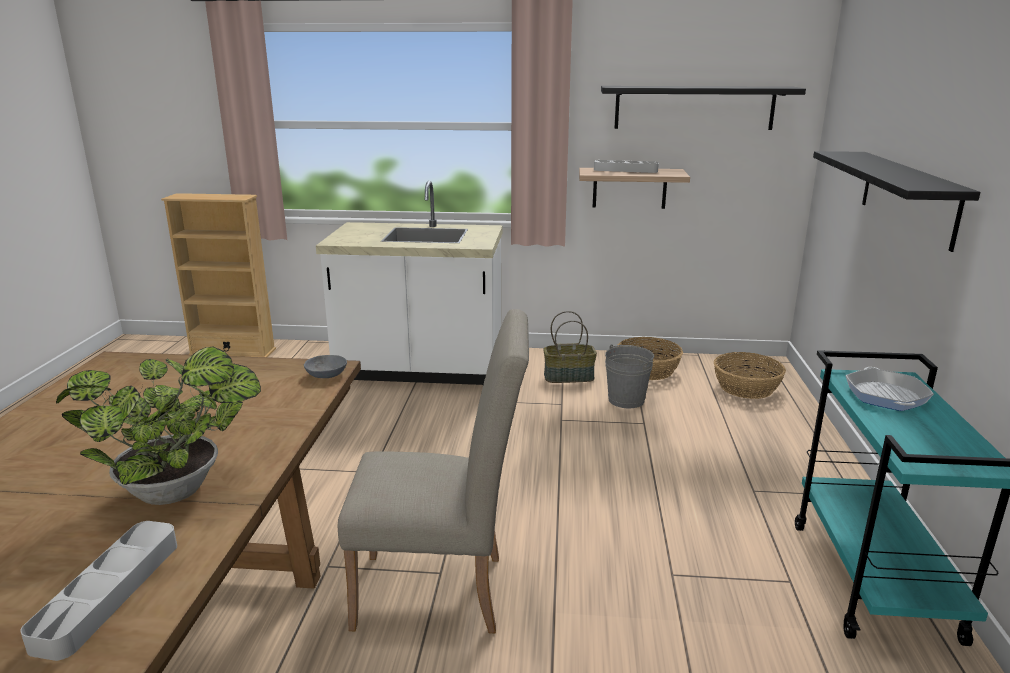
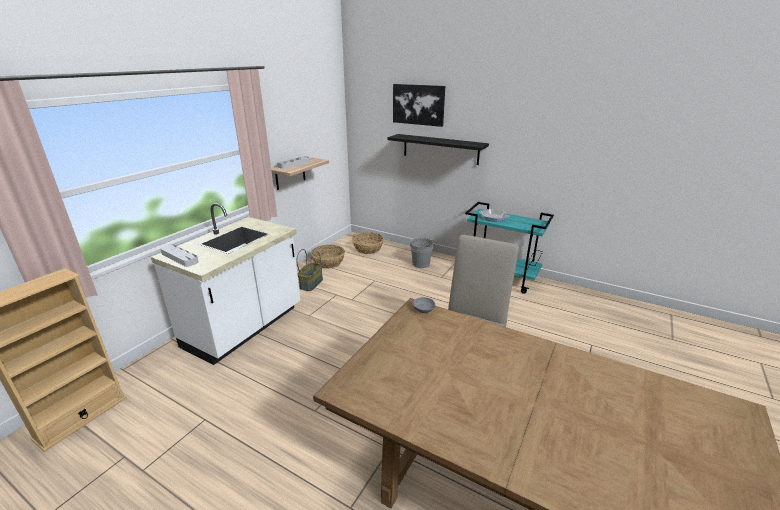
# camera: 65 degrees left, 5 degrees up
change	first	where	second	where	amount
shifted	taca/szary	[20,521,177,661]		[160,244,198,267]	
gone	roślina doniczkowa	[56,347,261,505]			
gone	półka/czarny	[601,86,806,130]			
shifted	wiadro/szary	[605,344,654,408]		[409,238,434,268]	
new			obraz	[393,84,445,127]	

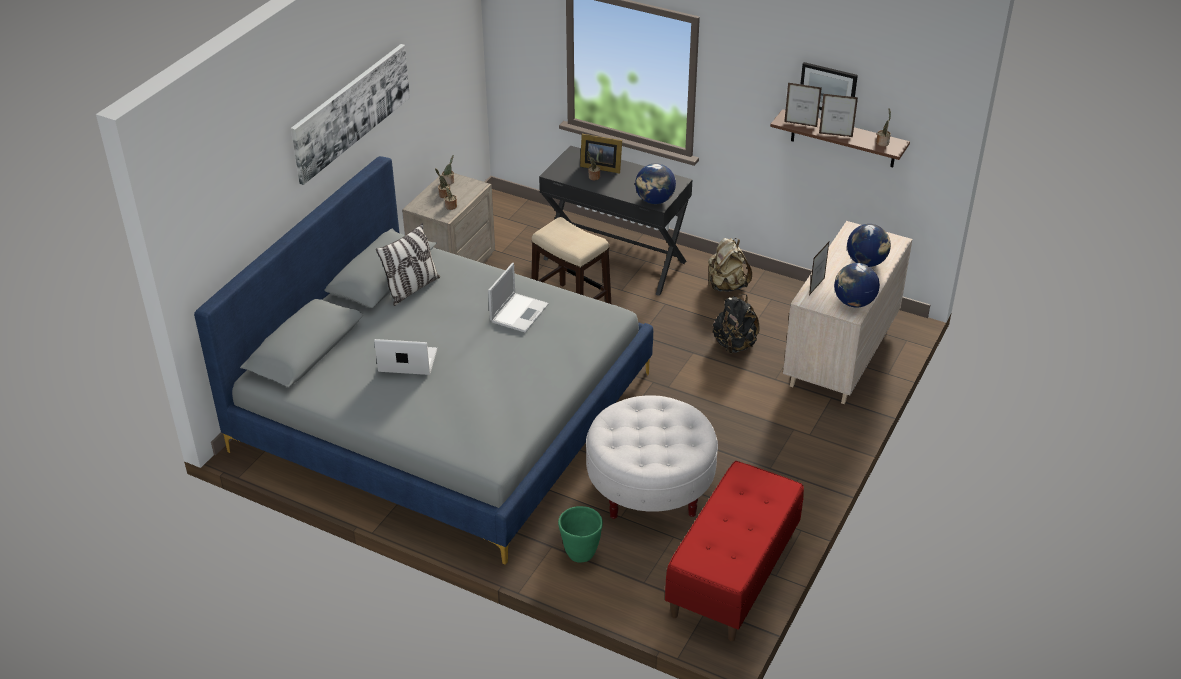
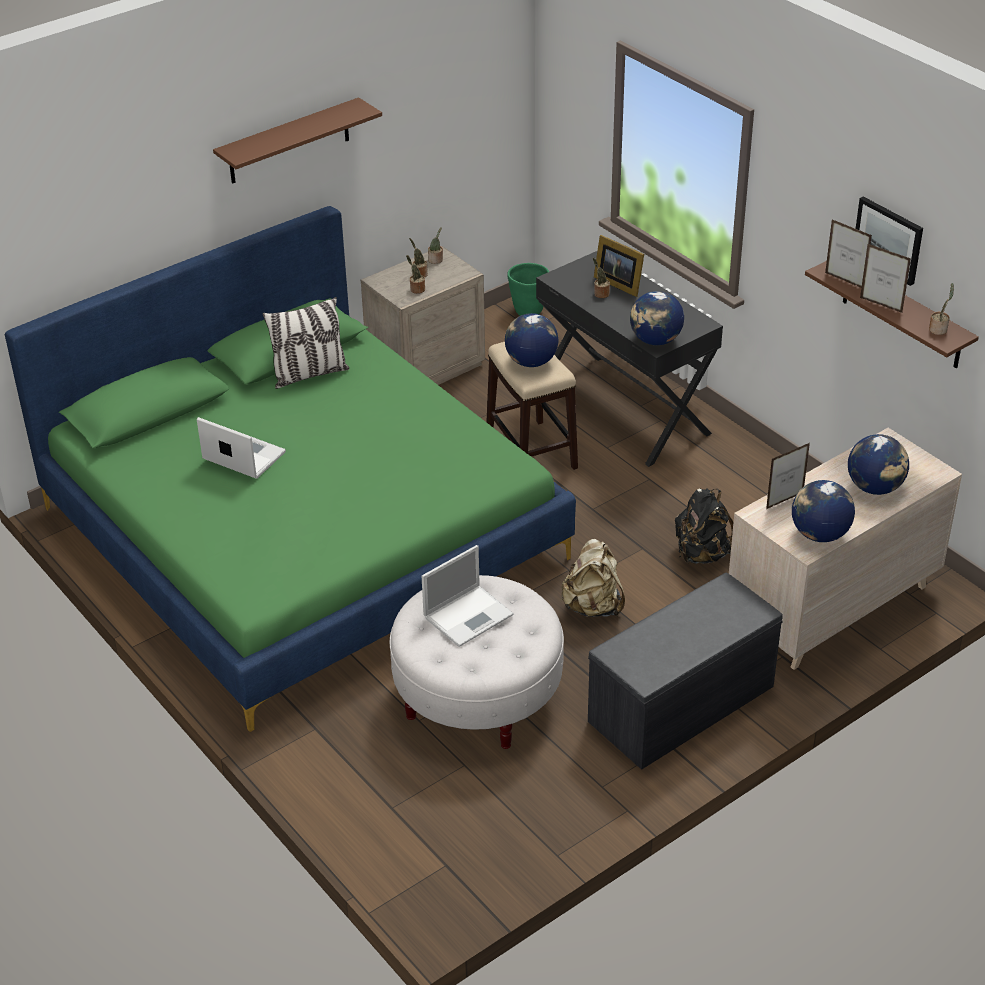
# camera: 25 degrees right, 0 degrees up
change	first	where	second	where	amount
repainted	łóżko/szary	[194,156,653,565]	łóżko/zielony	[5,206,576,732]	
swapped	obraz	[291,44,410,185]	półka/brązowy	[213,97,382,184]	
shifted	laptop	[488,263,549,333]		[422,545,514,647]	
shifted	donica/zielony	[558,506,603,562]		[507,263,549,316]	
gone	ławka/czerwony	[665,461,804,641]			
shifted	plecak/beżowy	[708,238,752,292]		[561,539,625,617]	
new			globus	[505,313,558,367]	
new			ławka/szary	[588,573,783,770]	

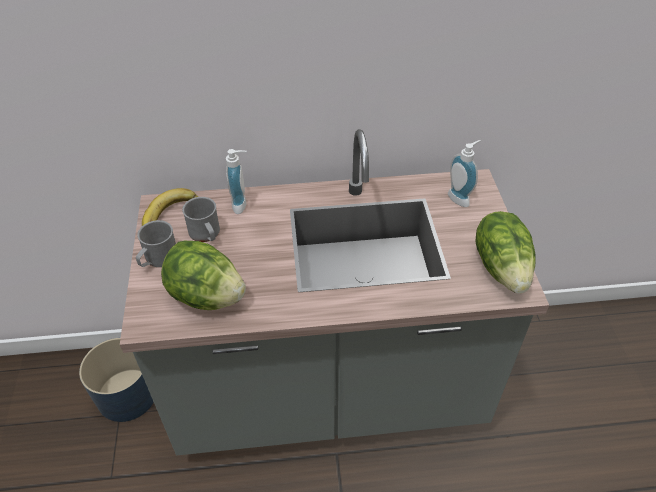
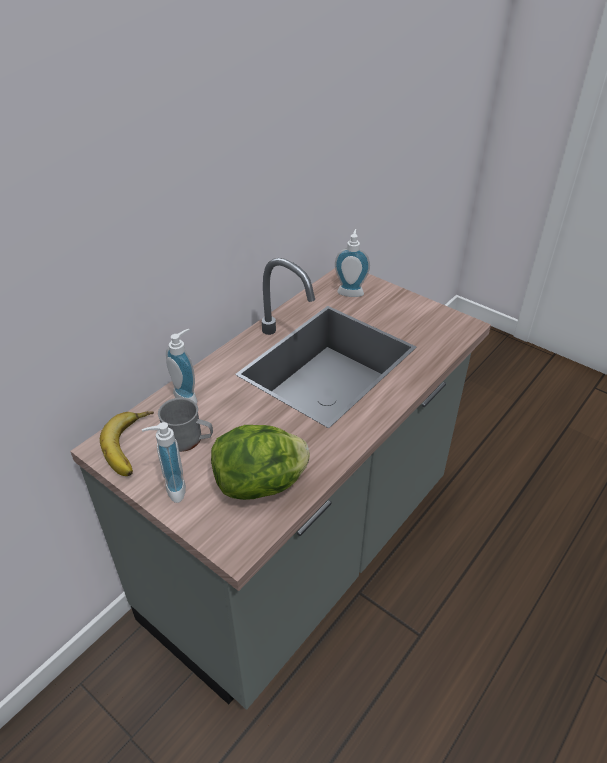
# camera: 45 degrees left, 5 degrees down
change	first	where	second	where	amount
gone	donica/niebieski	[79,338,154,422]			
swapped	kubek/szary	[136,220,176,267]	dozownik mydła	[142,422,186,503]	
gone	sałata	[475,211,535,294]			

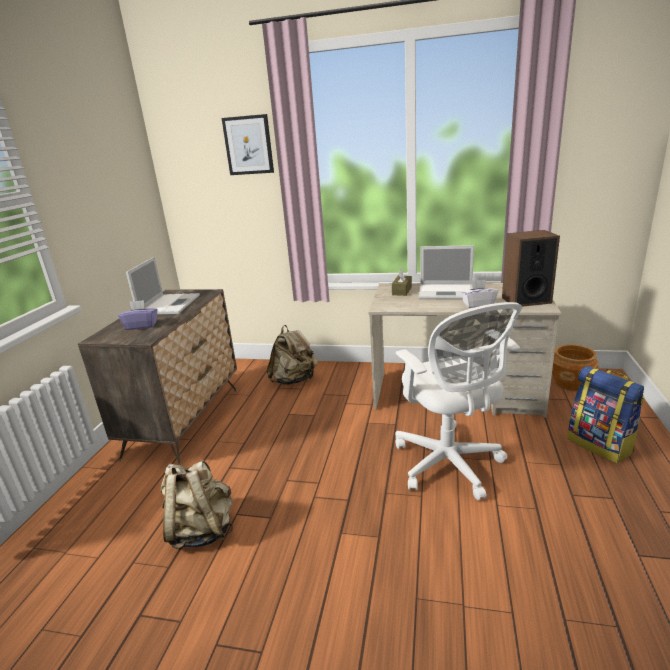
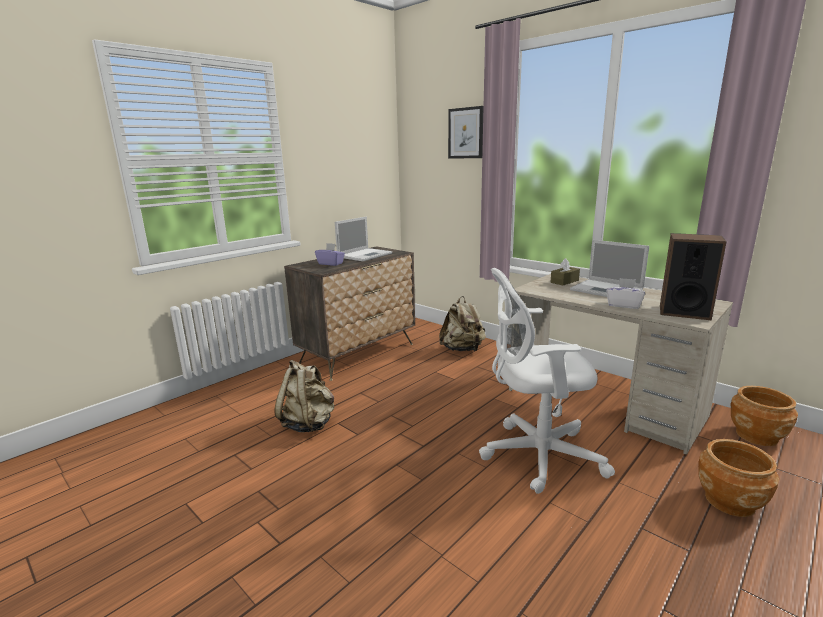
# camera: 30 degrees right, 5 degrees down
change	first	where	second	where	amount
rotated	krzesło biurowe/biały	[395,302,523,501]		[479,268,615,494]	75 degrees clockwise
swapped	plecak	[567,366,645,463]	donica/brązowy	[698,439,779,517]	

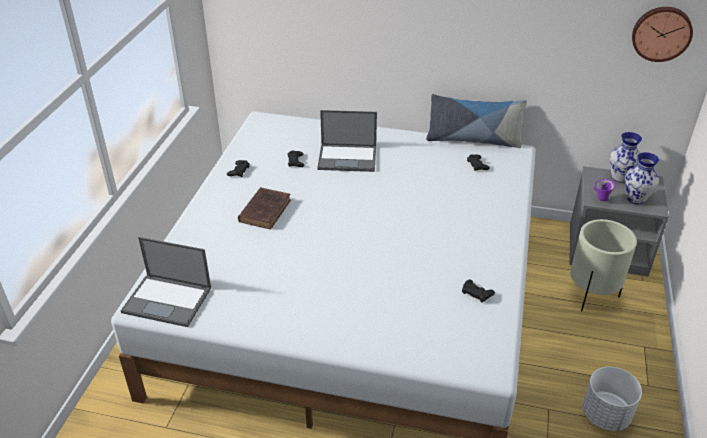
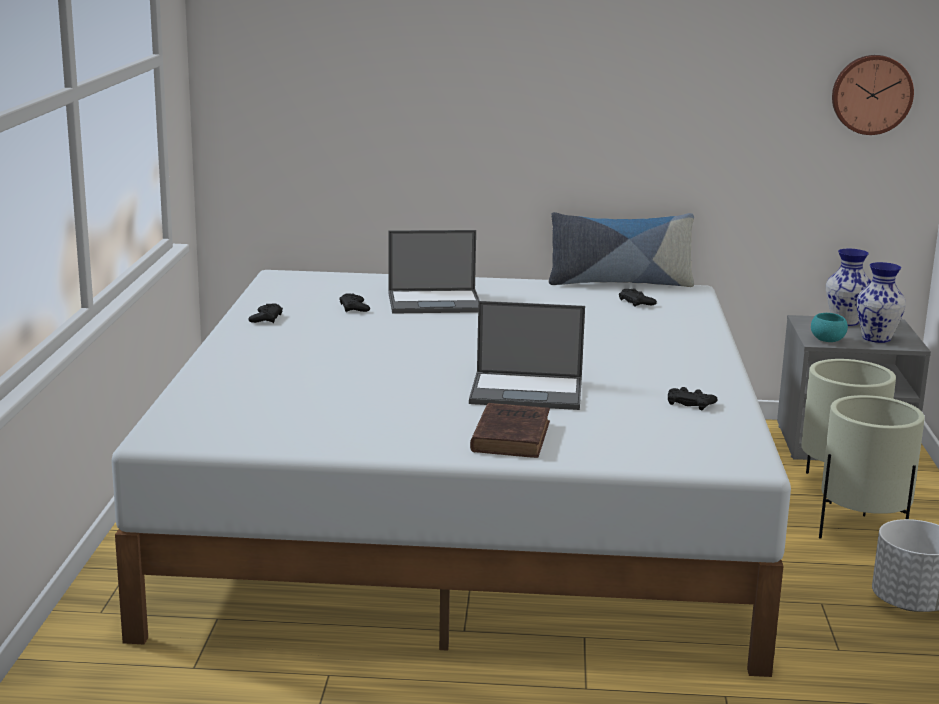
# camera: 10 degrees left, 20 degrees down
change	first	where	second	where	amount
shifted	laptop	[121,237,211,327]		[469,301,585,410]	
shifted	książka/brązowy	[238,187,291,229]		[470,403,550,458]	
swapped	kubek/fioletowy	[594,179,616,201]	miska/turkusowy	[811,313,848,342]	
new			donica/beżowy	[819,395,925,538]	

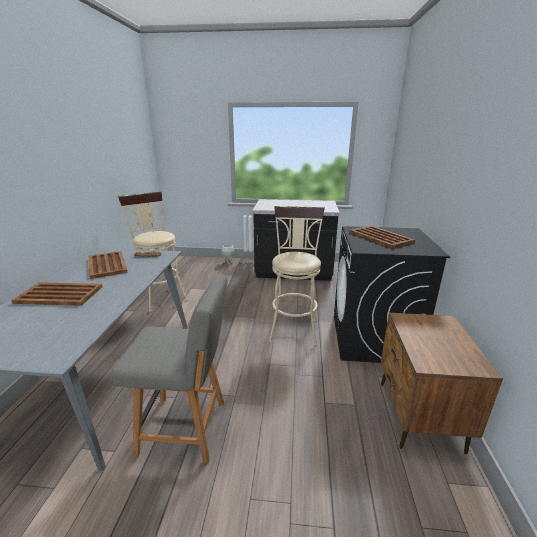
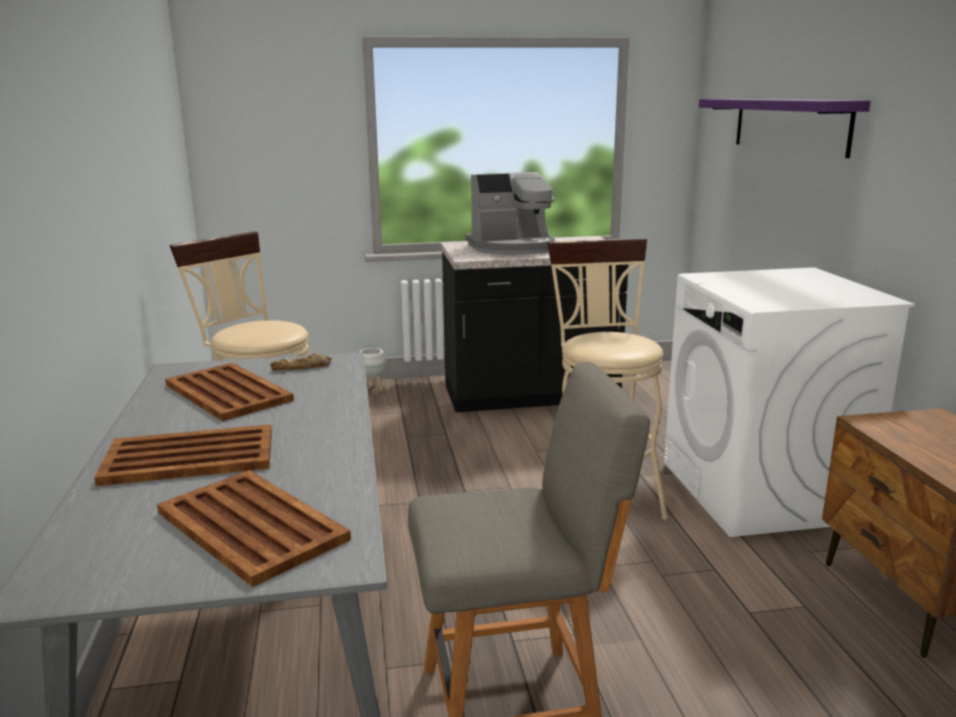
# camera: 15 degrees left, 5 degrees down
change	first	where	second	where	amount
repainted	pralka/czarny	[334,226,450,363]	pralka/biały	[664,267,915,537]	
shifted	taca/brązowy	[350,226,415,248]		[157,470,351,587]	
new			ekspres do kawy	[466,172,555,255]	
new			półka/fioletowy	[699,99,870,158]	

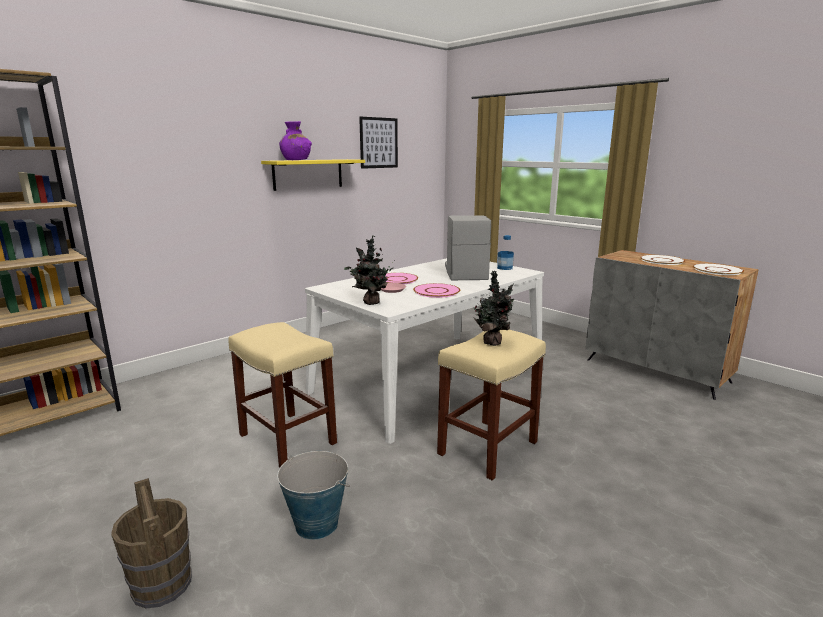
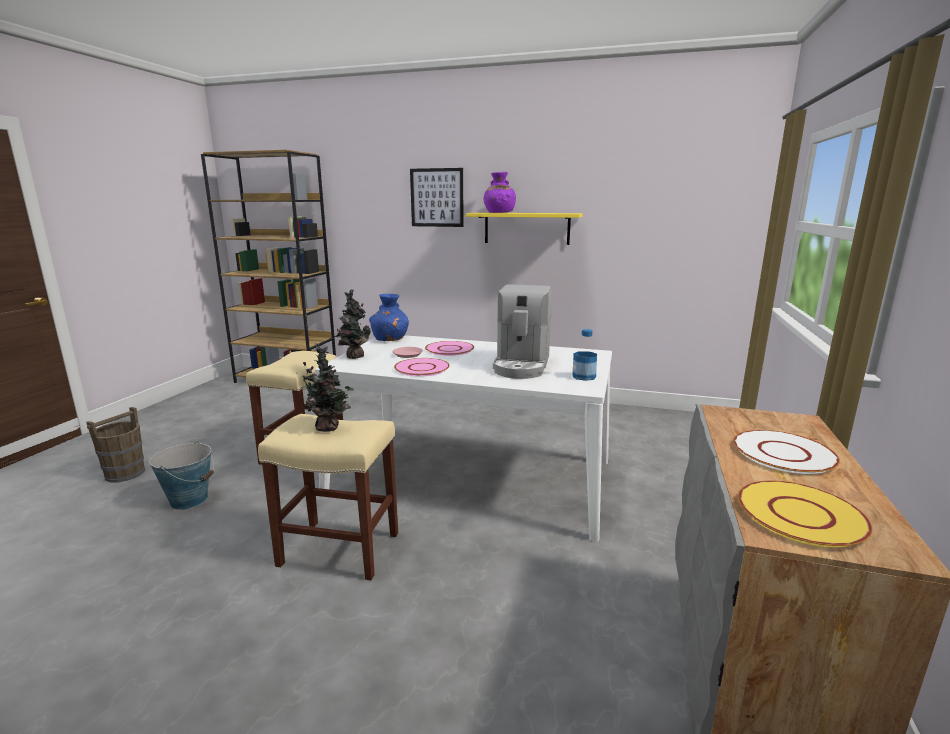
# camera: 60 degrees right, 0 degrees up
change	first	where	second	where	amount
shifted	obraz	[359,116,398,169]		[410,168,464,227]	
rotated	ekspres do kawy	[445,215,491,280]		[493,284,552,379]	135 degrees clockwise
repainted	talerz/biały	[693,263,744,275]	talerz/żółty	[738,481,873,547]	
new			wazon/niebieski	[369,294,409,341]	

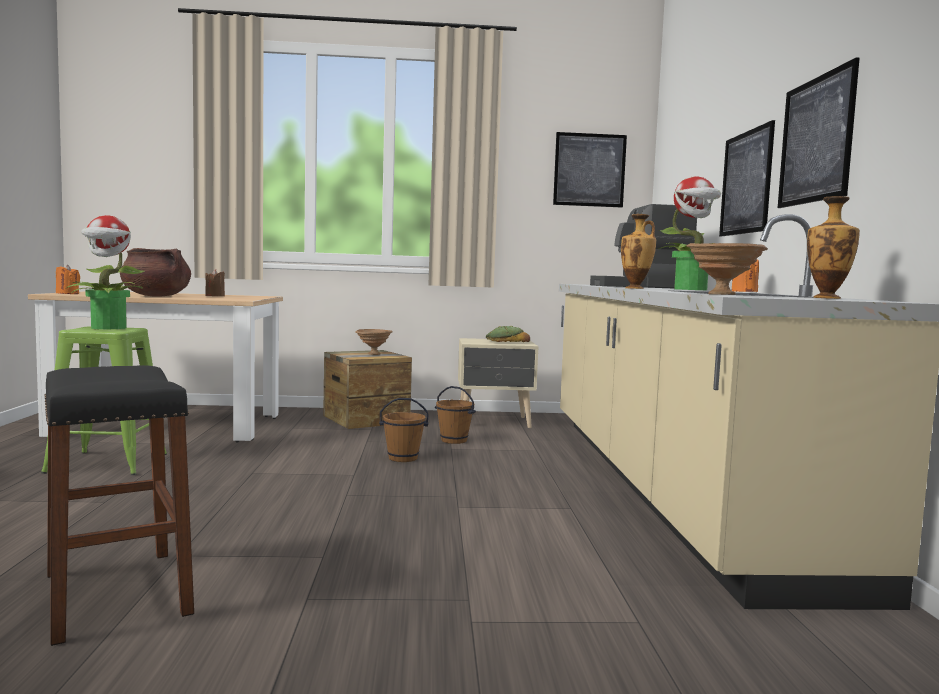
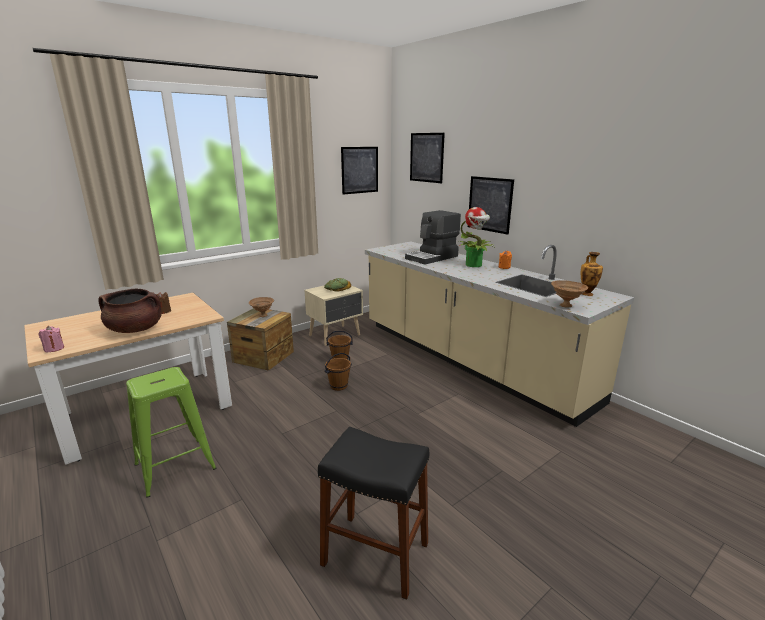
# camera: 35 degrees left, 15 degrees up
change	first	where	second	where	amount
repainted	świeca/pomarańczowy	[56,265,80,294]	świeca/różowy	[38,326,64,353]	
gone	roślina doniczkowa	[65,215,145,329]			
gone	wazon	[621,214,656,289]			
shifted	obraz	[778,57,860,208]		[410,133,445,183]	

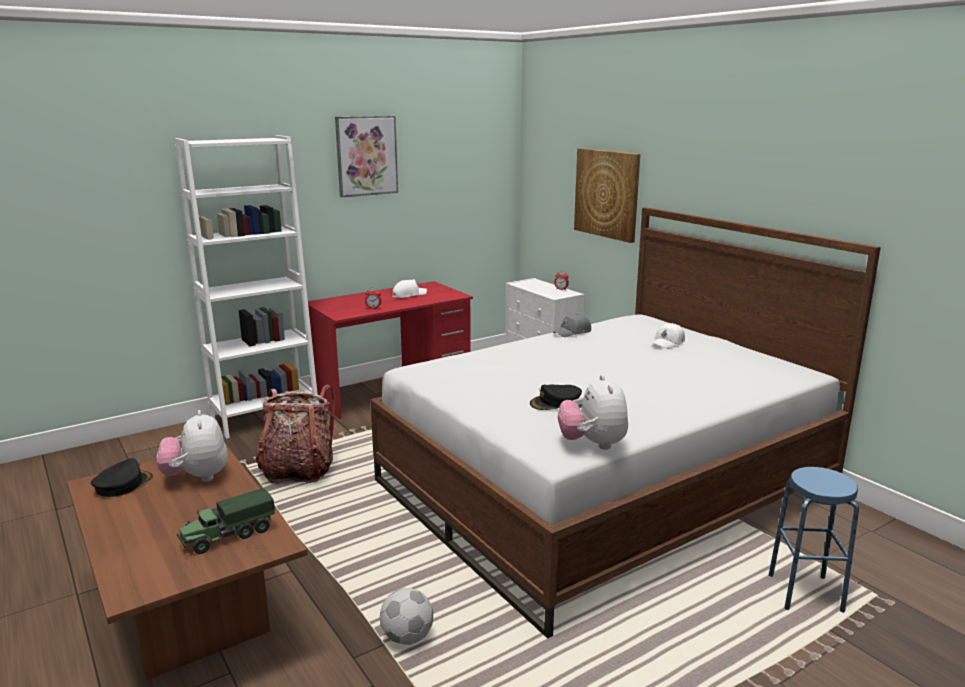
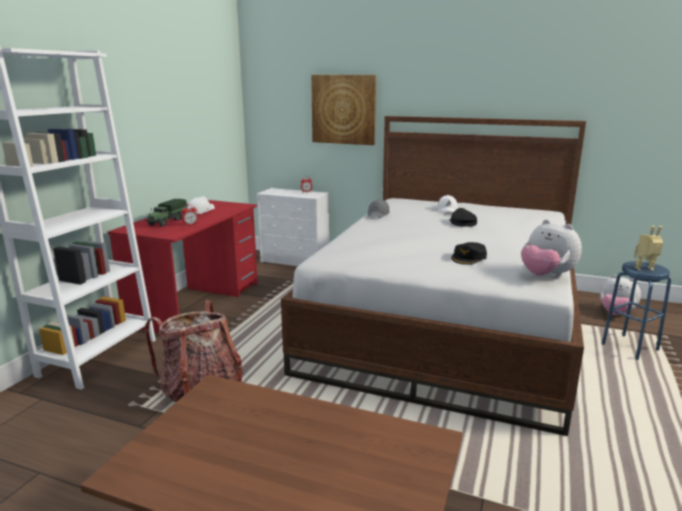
# camera: 35 degrees left, 0 degrees up
change	first	where	second	where	amount
shifted	czapka z daszkiem/czarny	[91,458,153,497]		[450,208,477,227]	
shifted	pluszak	[157,410,228,482]		[600,275,641,315]	
shifted	ciężarówka zabawkowa	[177,488,275,554]		[145,199,187,227]	
gone	obraz	[335,116,398,197]			
gone	piłka futbolowa	[380,588,433,645]			
new			robot zabawkowy	[634,226,663,271]	

